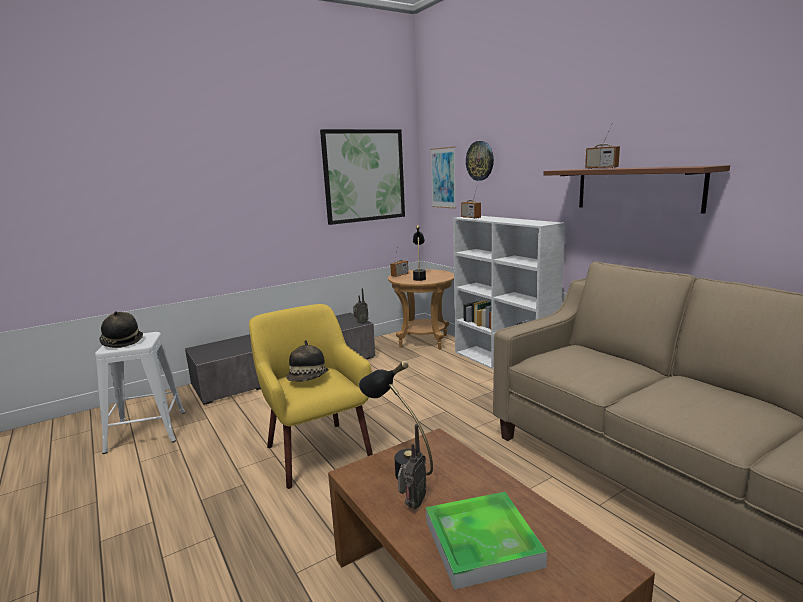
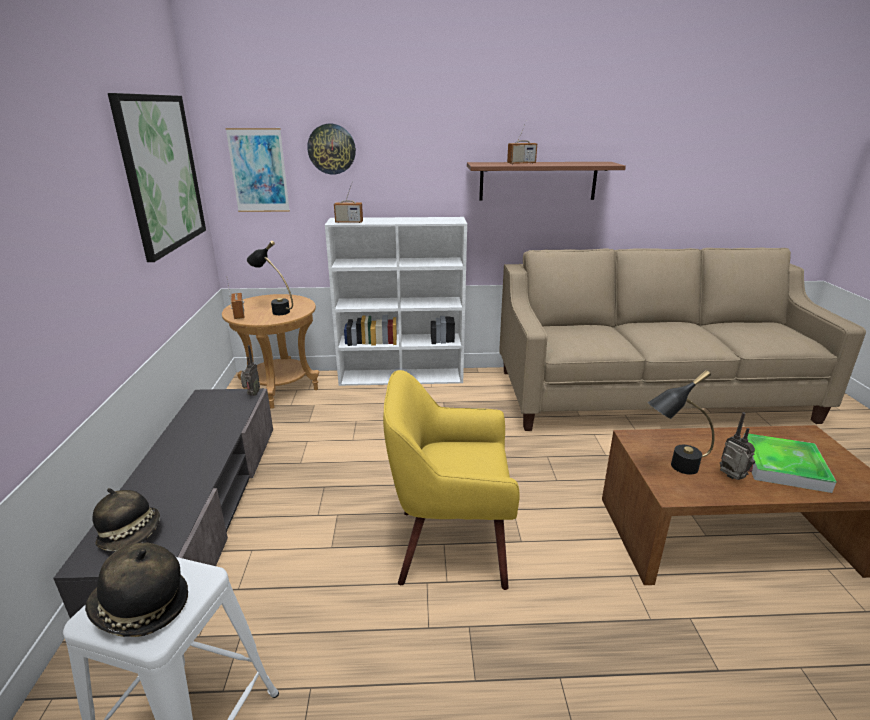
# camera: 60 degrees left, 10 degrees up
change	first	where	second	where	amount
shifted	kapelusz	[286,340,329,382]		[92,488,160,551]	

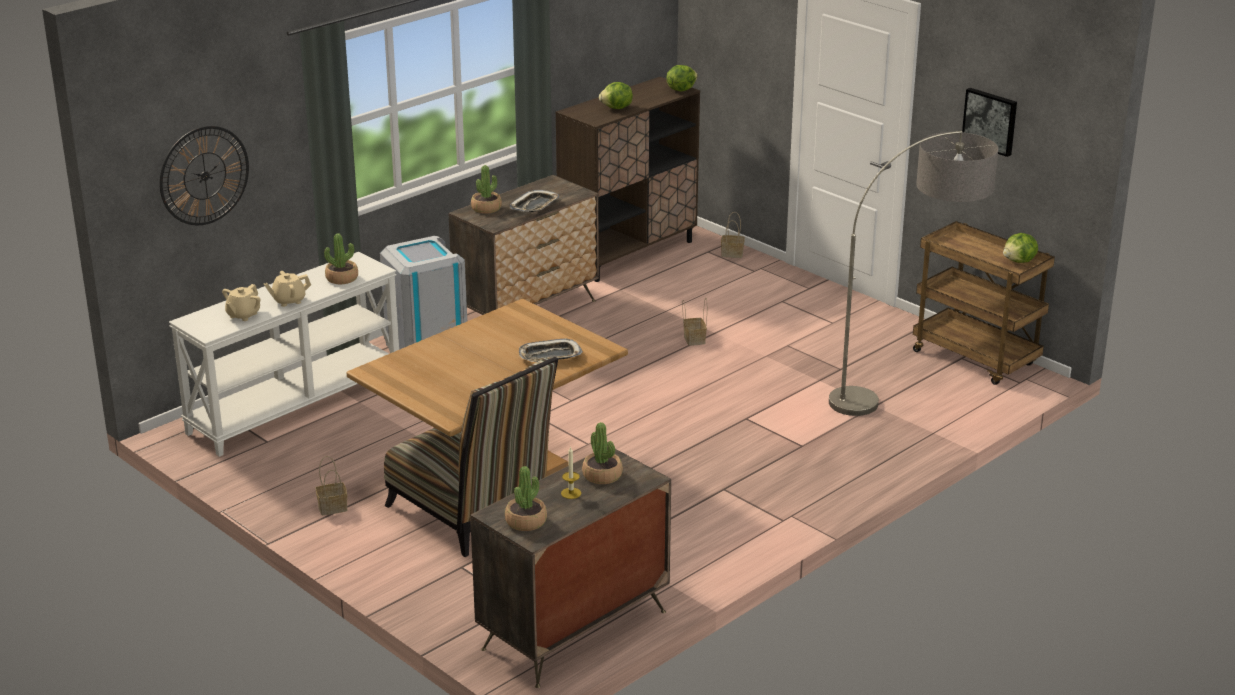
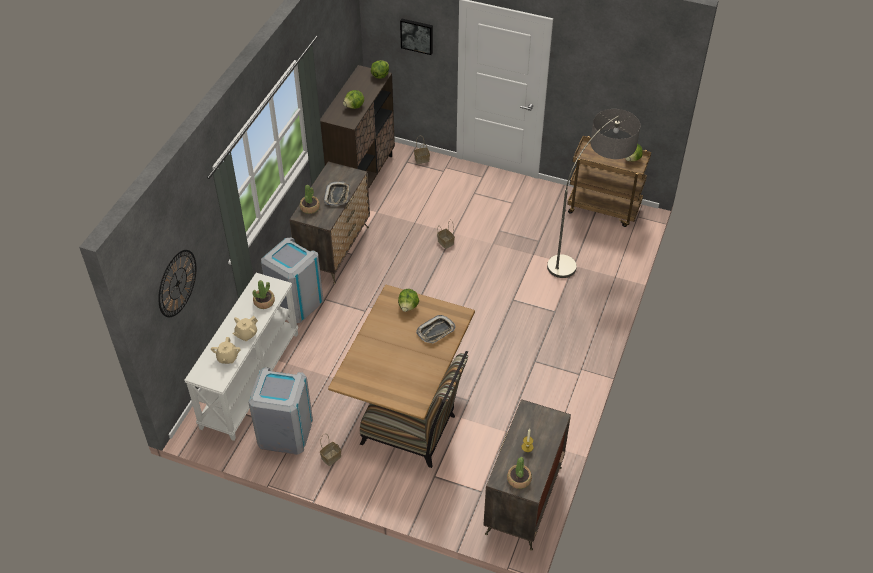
# camera: 25 degrees left, 20 degrees up
change	first	where	second	where	amount
gone	roślina doniczkowa	[582,422,623,484]			
shifted	obraz	[962,88,1017,157]		[400,19,433,55]	
new			kosz na śmieci/szary	[248,367,313,455]	
new			sałata	[398,289,419,312]	

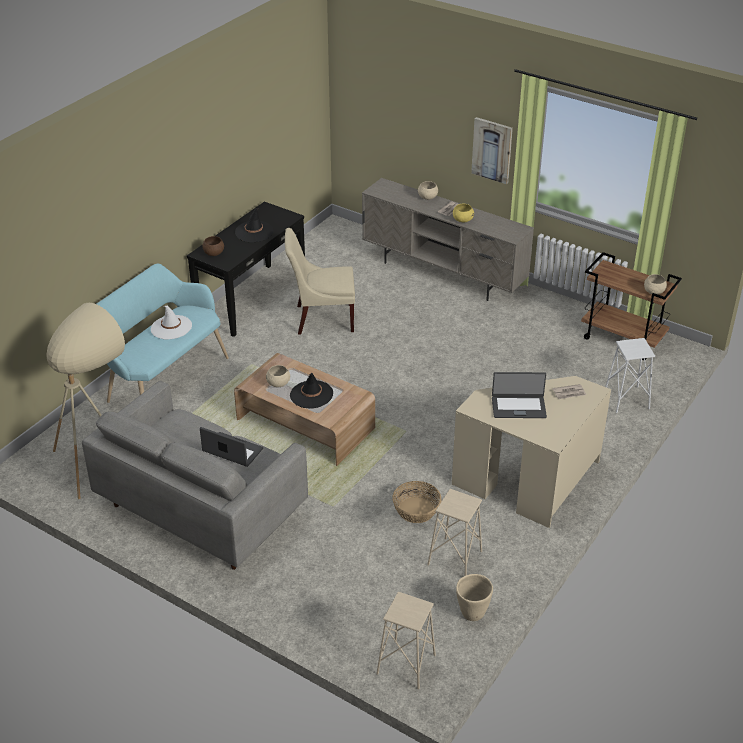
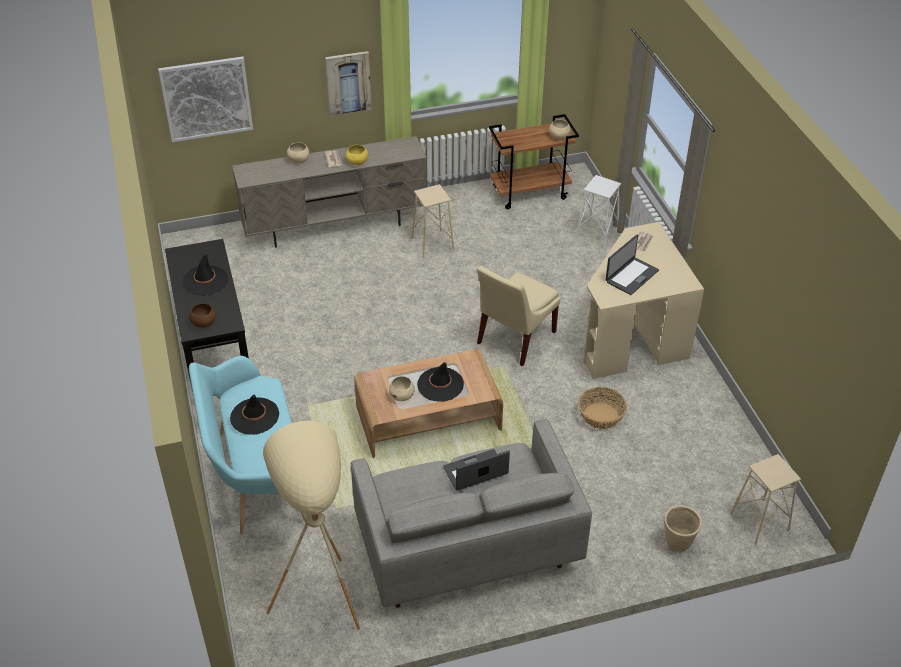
# camera: 50 degrees left, 5 degrees up
change	first	where	second	where	amount
repainted	kapelusz/biały	[151,306,192,340]	kapelusz/czarny	[230,395,279,435]	
shifted	krzesło/beżowy	[285,228,355,335]		[477,266,560,366]	
shifted	stołek/beżowy	[427,489,482,576]		[411,184,454,258]	
shifted	donica/beżowy	[456,574,493,621]		[664,505,702,552]	
new			obraz	[158,57,253,142]	

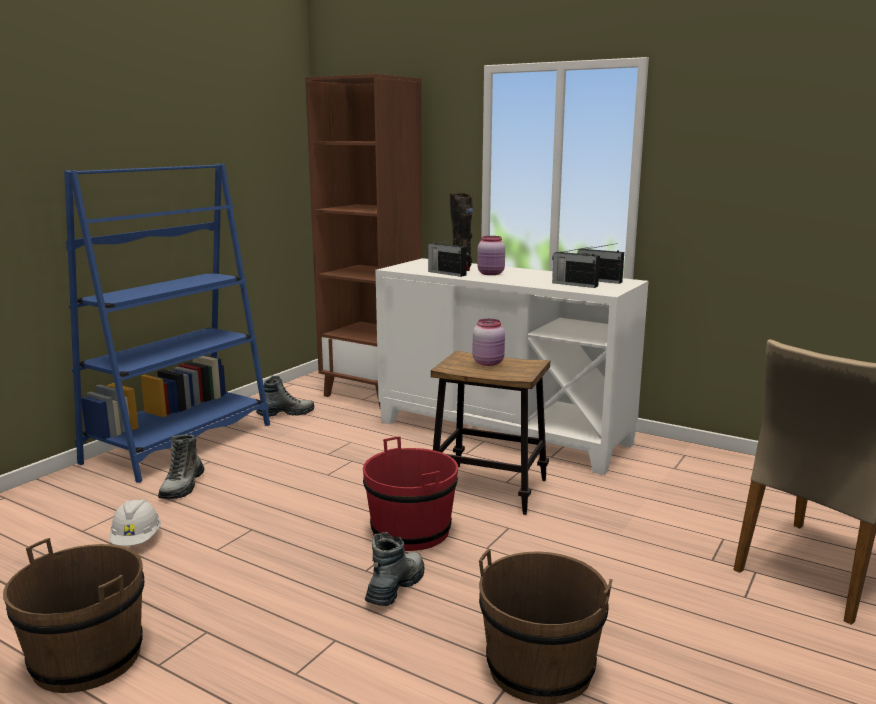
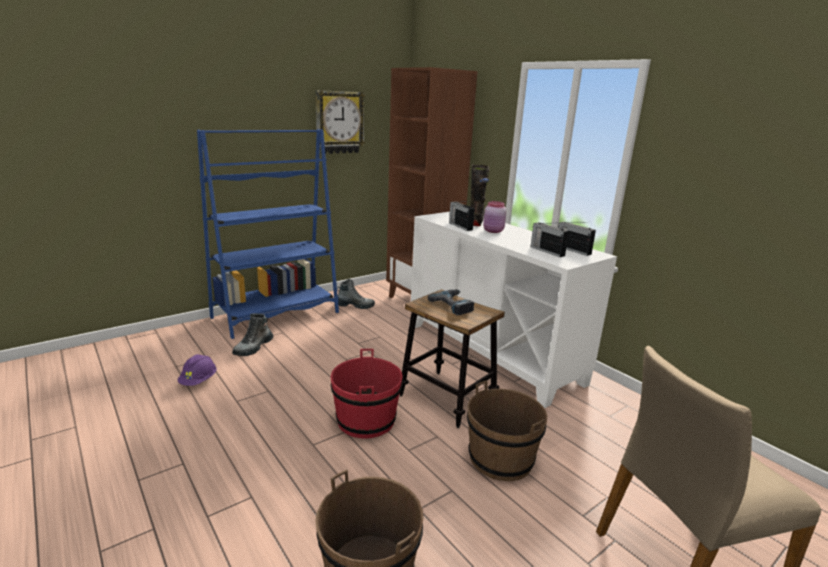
# camera: 20 degrees right, 5 degrees up
change	first	where	second	where	amount
shifted	wiadro/brązowy	[3,538,144,693]		[467,381,547,481]	
repainted	kask/biały	[109,499,161,546]	kask/fioletowy	[178,354,217,386]	
gone	but z cholewką	[365,532,425,606]			
swapped	słoik/różowy	[473,319,505,366]	wiertarka	[428,289,475,315]	
new			zegar ścienny	[315,90,365,154]	

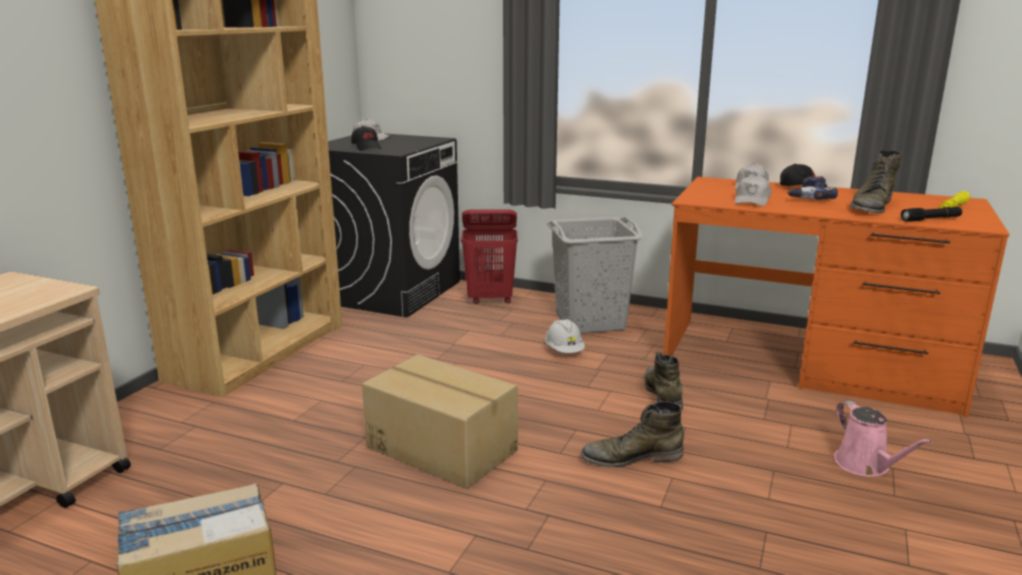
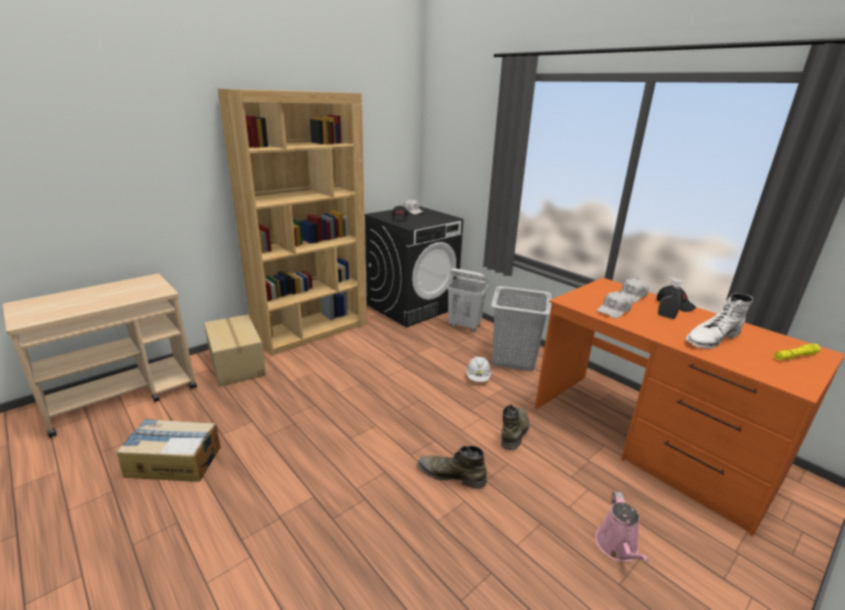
# camera: 25 degrees right, 5 degrees up
change	first	where	second	where	amount
shifted	karton	[362,355,518,489]		[204,314,266,387]	
repainted	kosz na pranie/czerwony	[461,209,518,304]	kosz na pranie/biały	[447,268,488,332]	
swapped	wiertarka	[788,176,838,199]	spryskiwacz/szary	[658,278,683,319]	
repainted	but z cholewką/zielony	[850,150,903,213]	but z cholewką/biały	[686,293,753,349]	
gone	latarka/czarny	[901,207,962,222]			

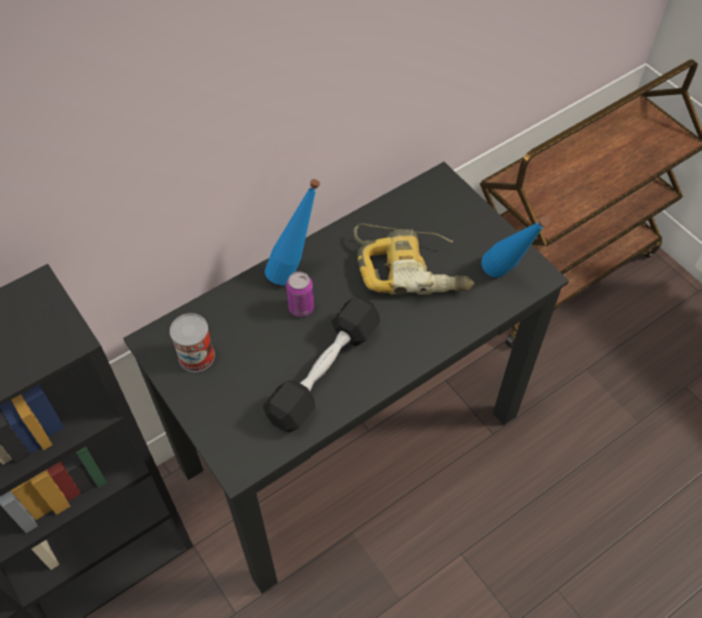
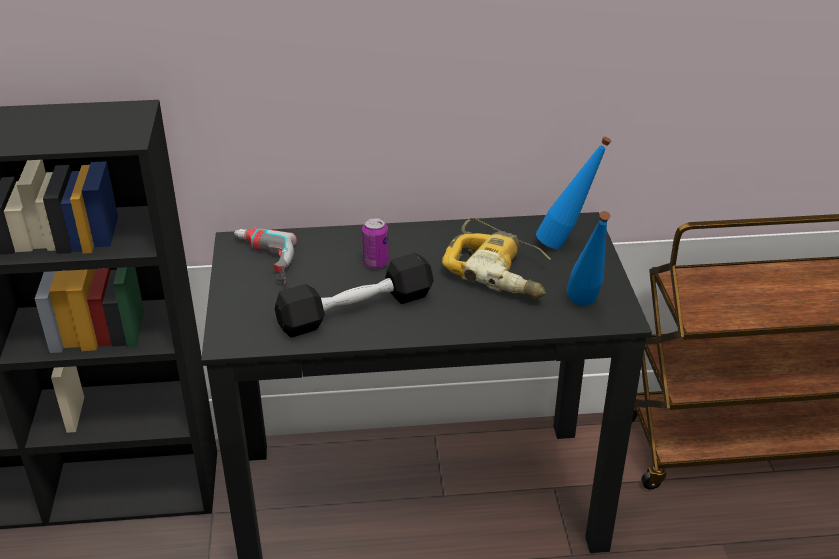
# camera: 30 degrees right, 20 degrees down
change	first	where	second	where	amount
swapped	puszka	[170,313,215,372]	wiertarka	[234,227,297,285]	
shifted	butelka/niebieski	[265,179,320,285]		[536,136,612,249]	

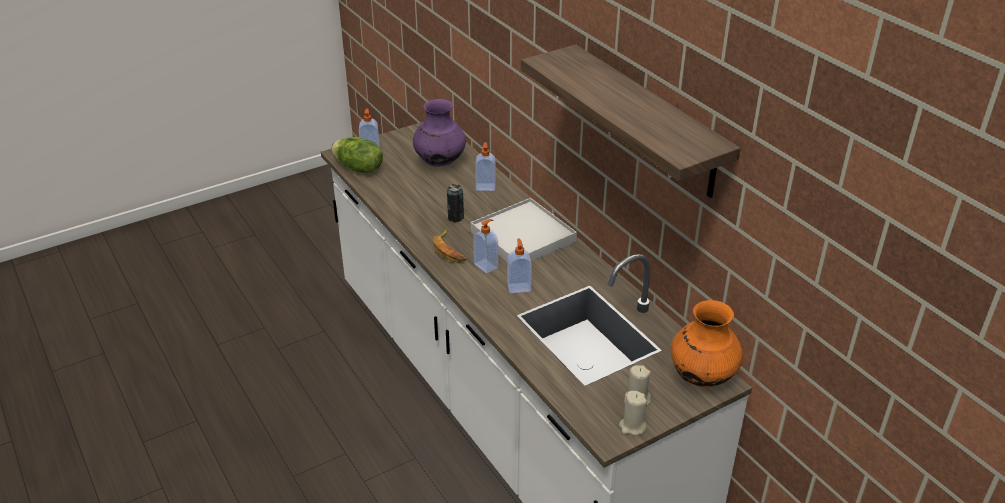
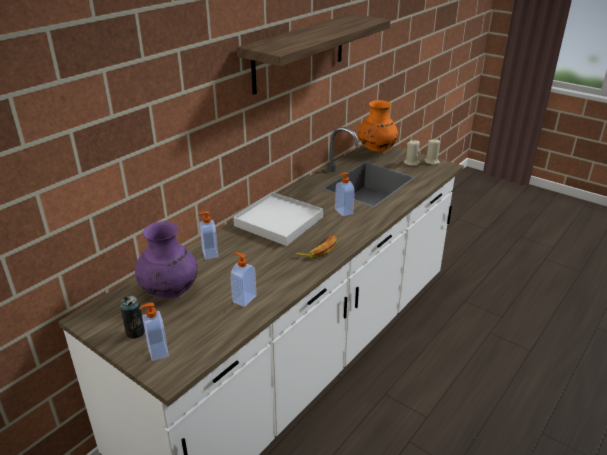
# camera: 110 degrees left, 5 degrees down
change	first	where	second	where	amount
gone	sałata	[331,137,383,173]			
shifted	puszka	[447,184,464,222]		[120,296,145,339]	
shifted	dozownik mydła	[473,219,498,273]		[230,253,257,307]	

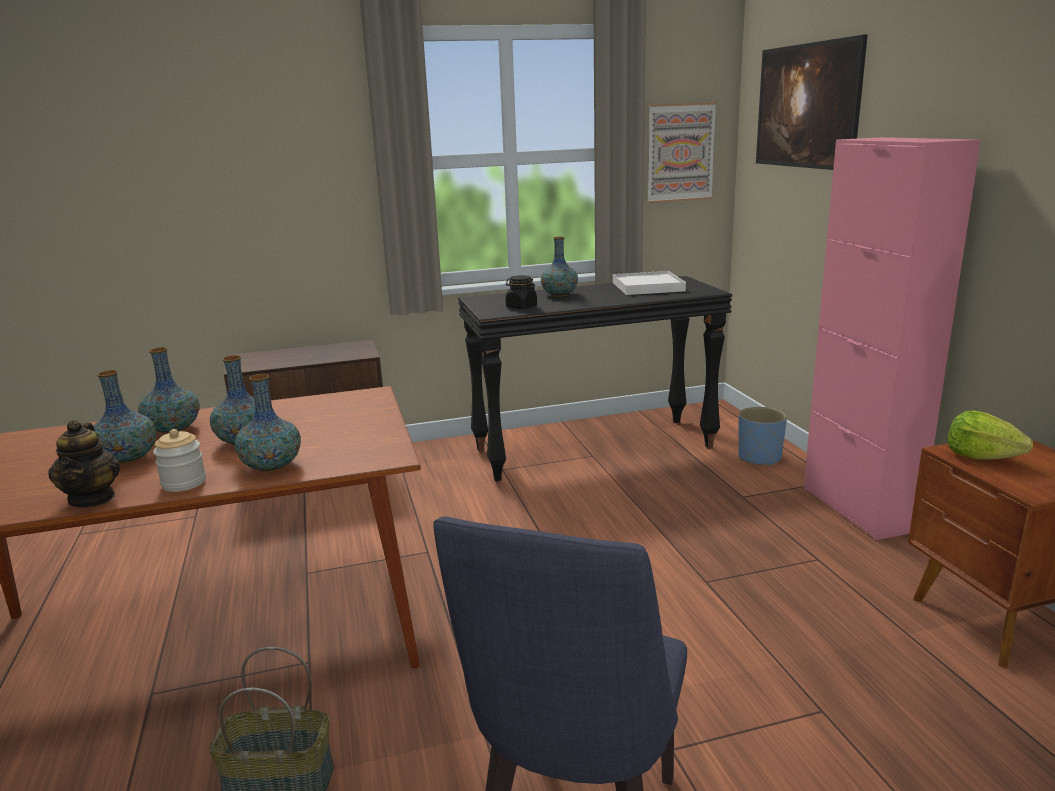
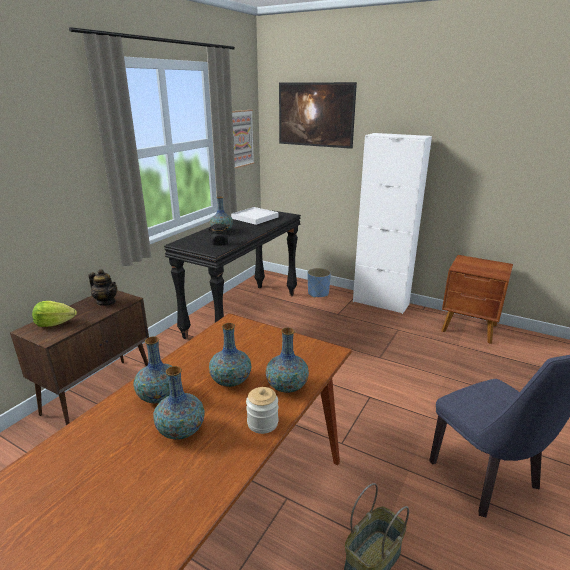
# camera: 45 degrees left, 5 degrees up
change	first	where	second	where	amount
shifted	imbryk	[48,420,120,508]		[88,269,117,306]	
repainted	szafka/różowy	[804,137,981,540]	szafka/biały	[353,133,432,314]	
shifted	sałata	[948,410,1033,460]		[32,301,77,327]	

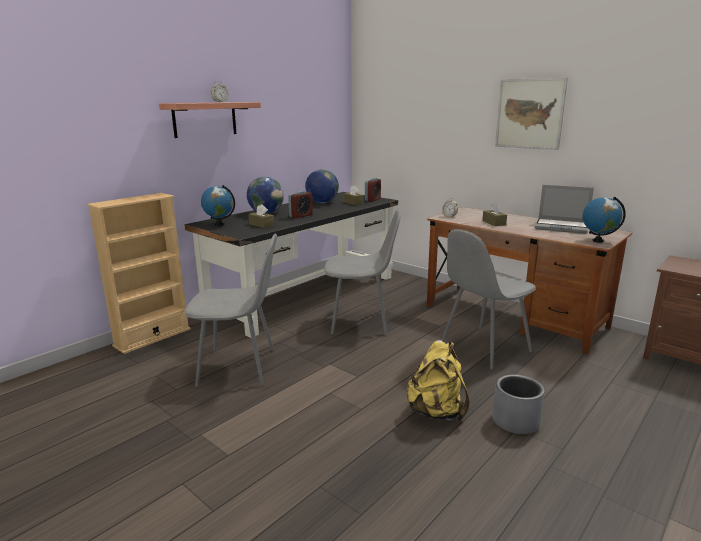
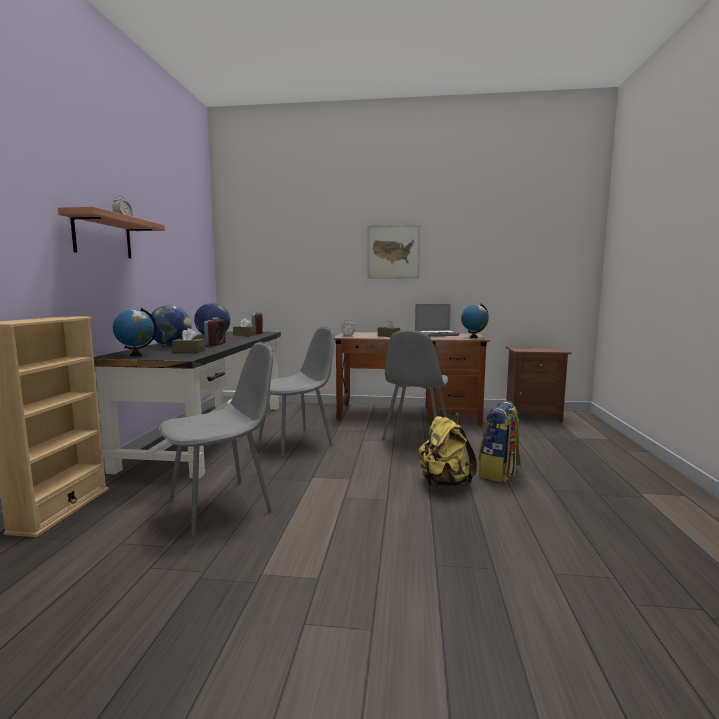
# camera: 35 degrees left, 10 degrees down
change	first	where	second	where	amount
swapped	donica/szary	[492,374,545,434]	plecak	[479,401,521,482]	

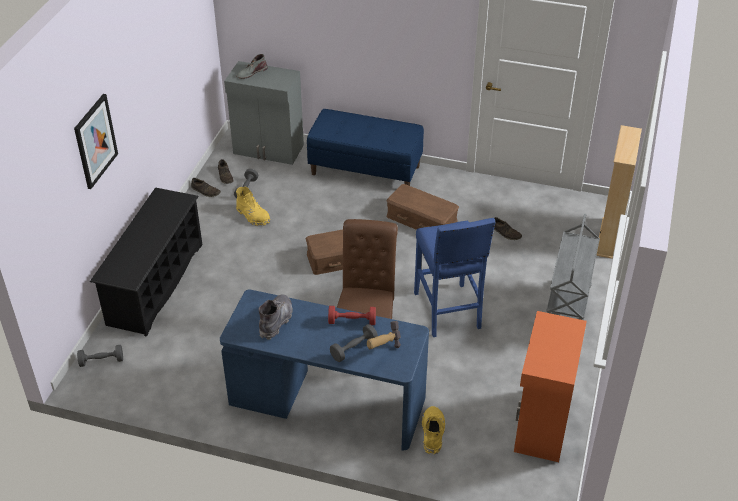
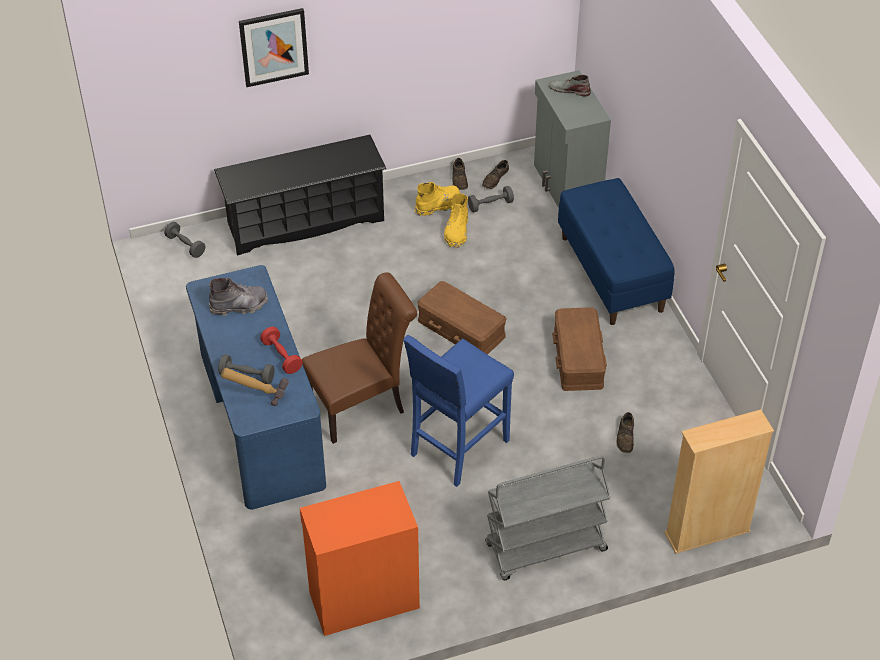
# camera: 55 degrees right, 5 degrees up
change	first	where	second	where	amount
shifted	but z cholewką/żółty	[422,406,445,454]		[414,182,460,216]	

